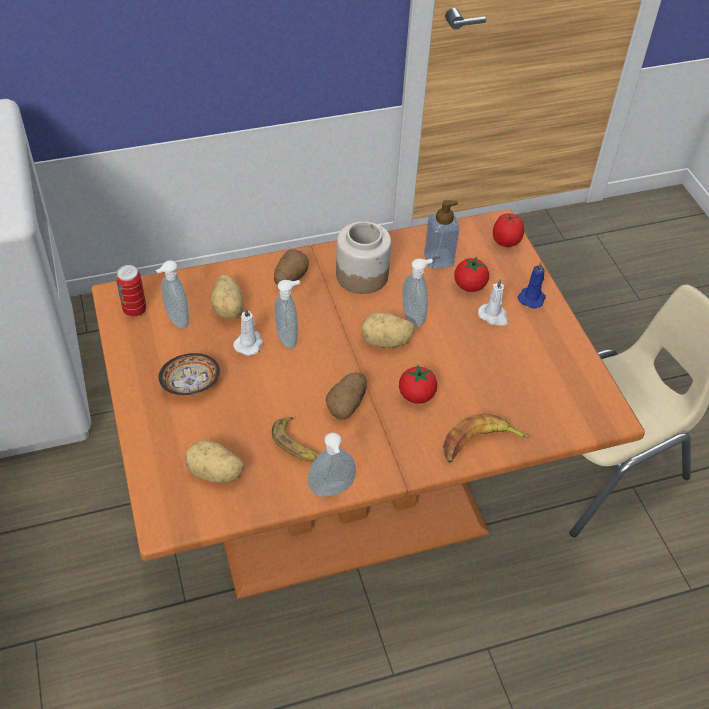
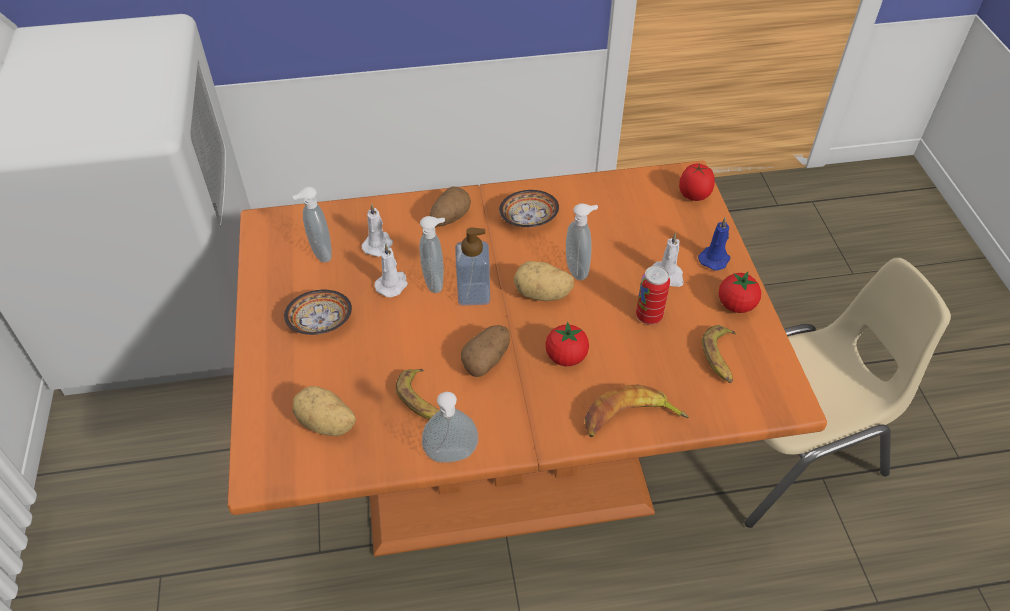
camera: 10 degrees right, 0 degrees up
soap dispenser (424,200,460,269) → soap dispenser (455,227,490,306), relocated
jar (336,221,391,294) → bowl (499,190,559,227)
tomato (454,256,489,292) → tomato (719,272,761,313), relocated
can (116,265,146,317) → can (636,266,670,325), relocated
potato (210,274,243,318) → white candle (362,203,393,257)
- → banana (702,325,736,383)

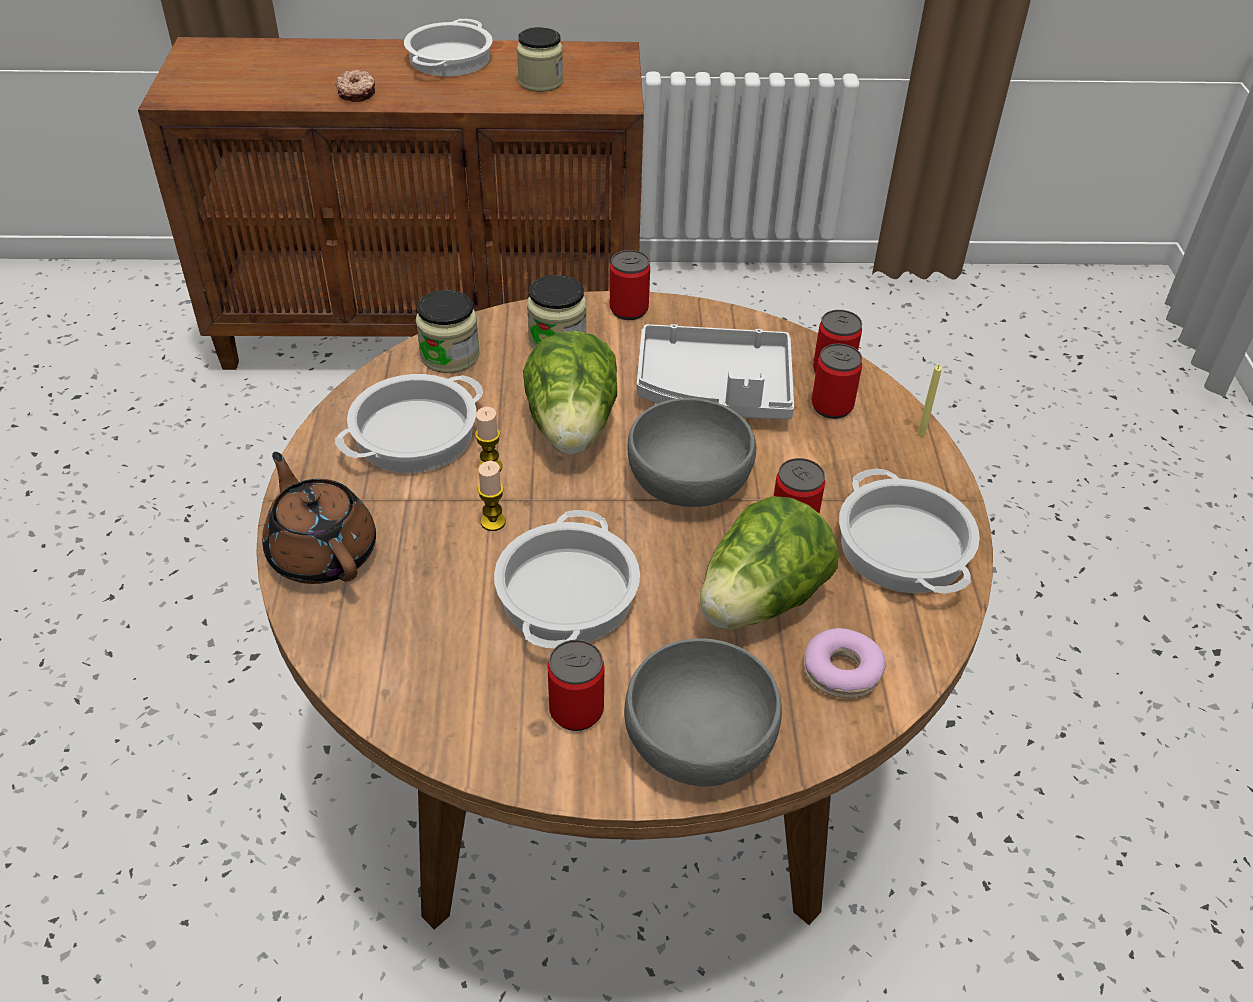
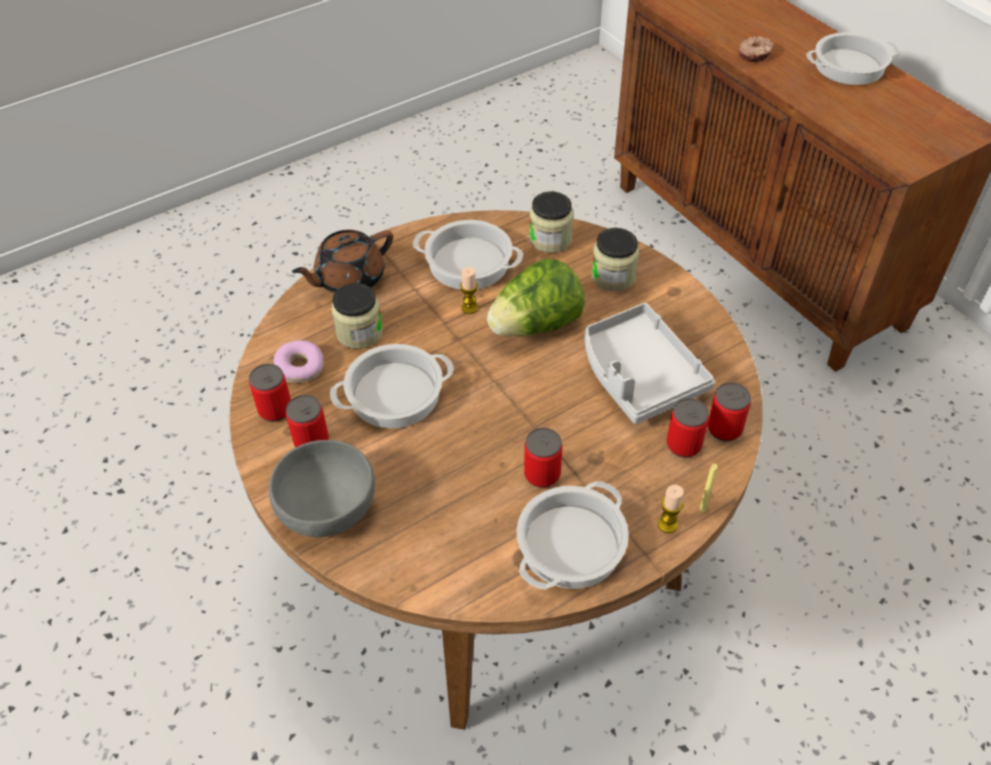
camera: 60 degrees right, 5 degrees up
jar (517,27,563,92) → jar (331,283,383,349), relocated
can (610,250,650,320) → can (249,364,291,422), relocated
grey bowl (628,398,757,507) → -
brown teapot (262,452,376,584) → brown teapot (292,230,393,293), 150 degrees counterclockwise
candle (477,461,506,531) → candle (658,485,684,533), relocated
lettuce (700,496,839,629) → -
donut (804,628,886,698) → donut (274,340,324,383), relocated

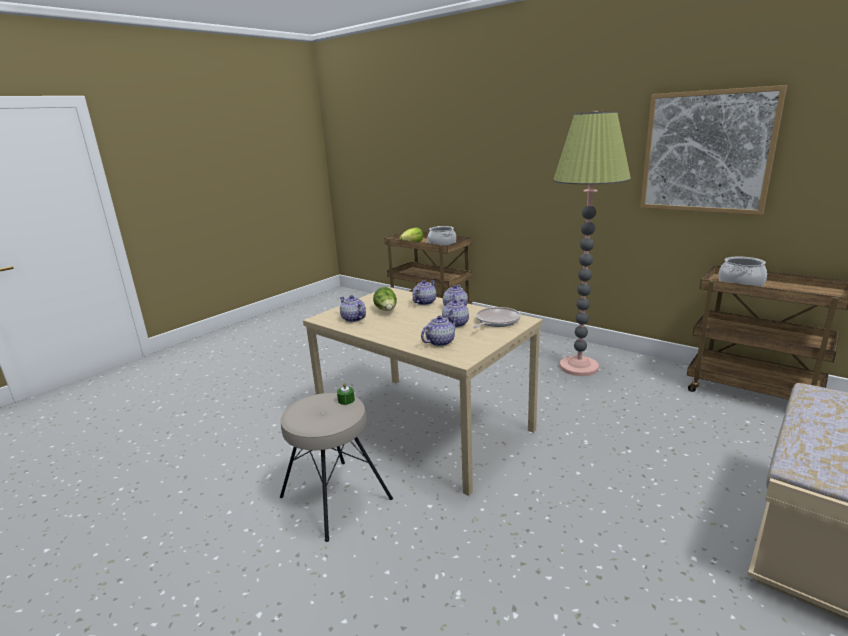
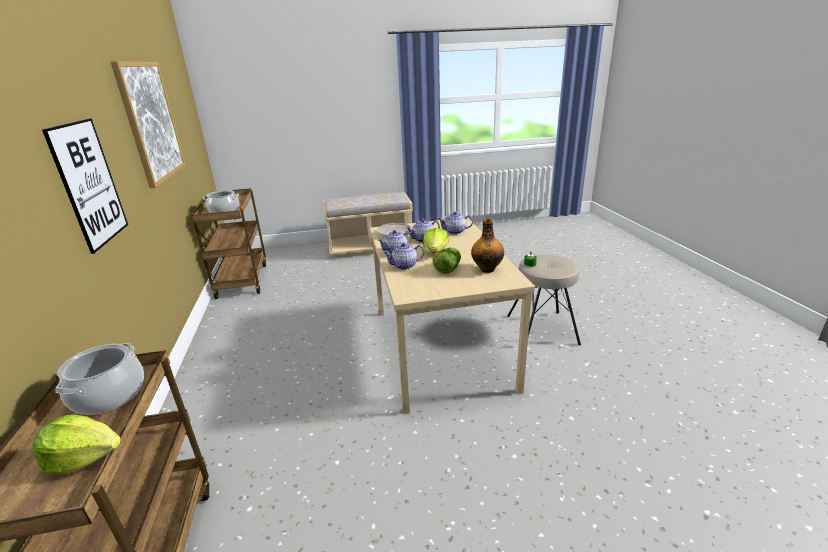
camera: 140 degrees left, 5 degrees up
floor lamp (553,111,631,376) → -
teapot (340,295,366,322) → bottle (471,219,504,273)
- → picture (42,118,128,254)
- → lettuce (422,228,449,253)

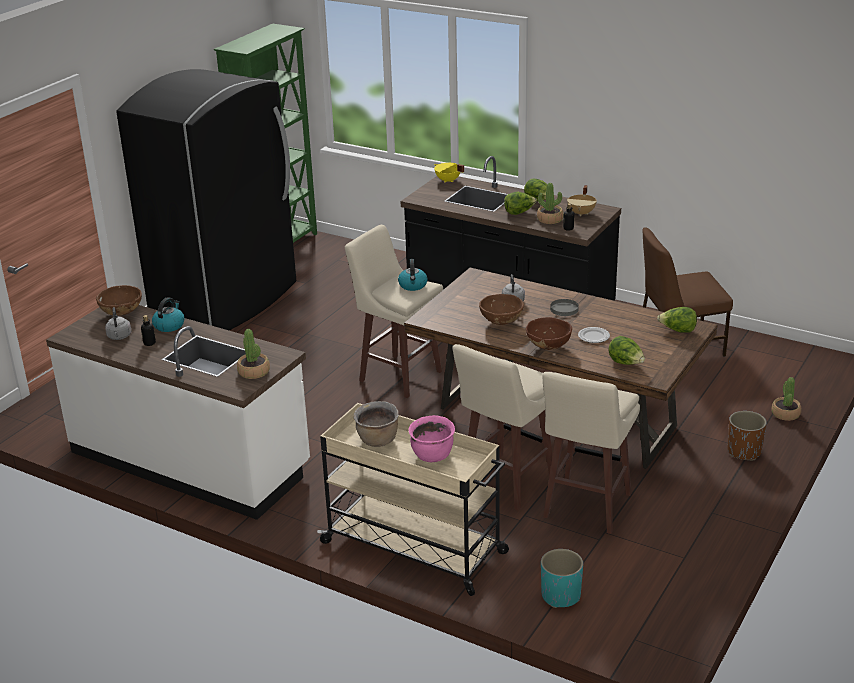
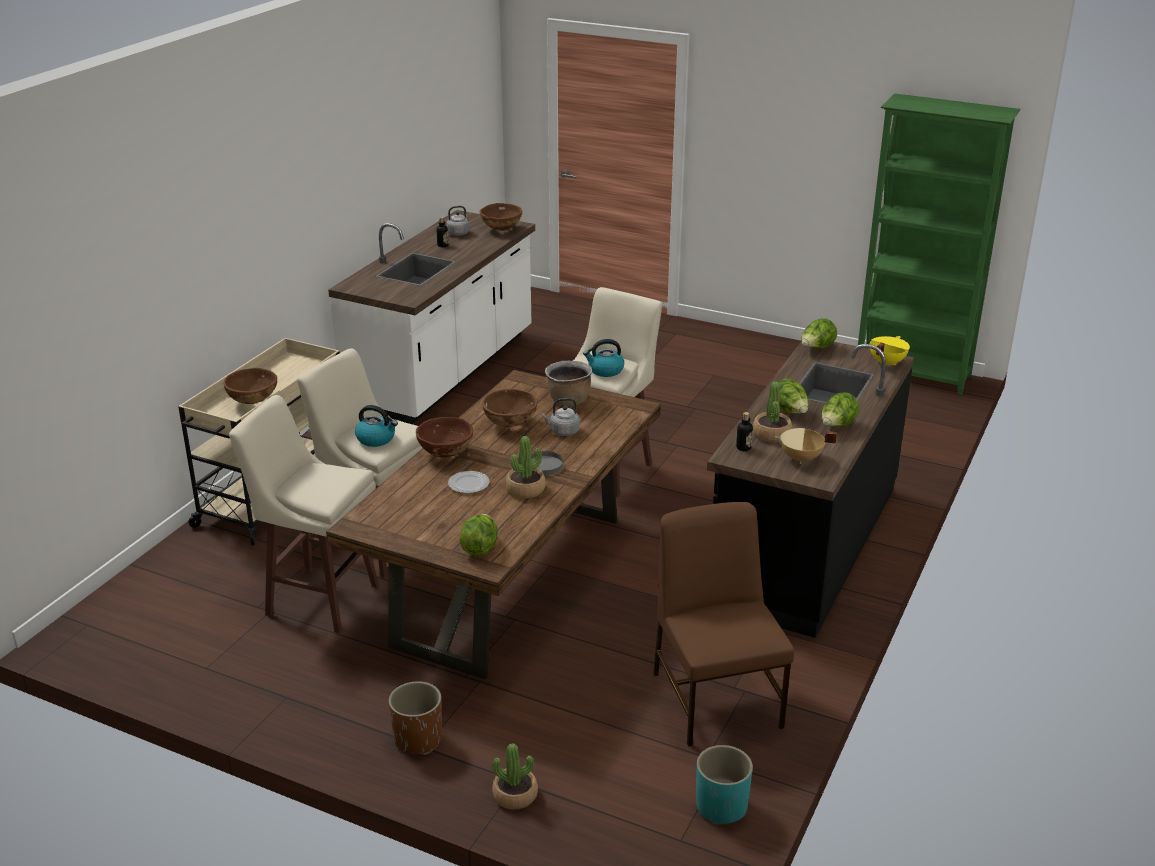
camera: 85 degrees right, 0 degrees up
black fridge (116,69,296,330) → -
kettle (152,297,184,332) → kettle (355,405,398,447), relocated
potted plant (237,329,270,379) → potted plant (505,436,546,498), relocated
lettuce (608,336,645,365) → lettuce (801,318,837,349), relocated
brown cooking pot (353,401,399,447) → brown cooking pot (545,361,592,406), relocated
pink cooking pot (408,415,455,462) → brown bowl (224,368,277,404)
turquoise planter (541,549,583,608) → turquoise planter (696,745,753,824), relocated

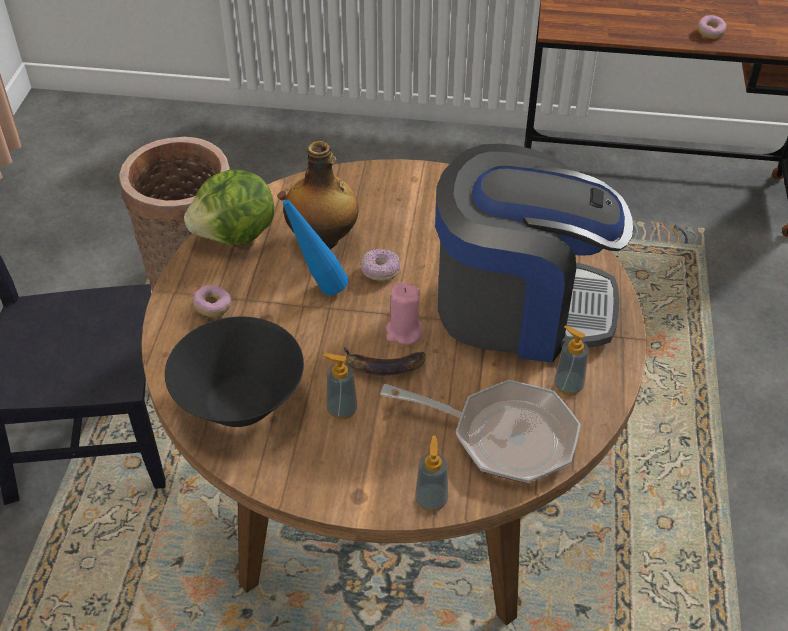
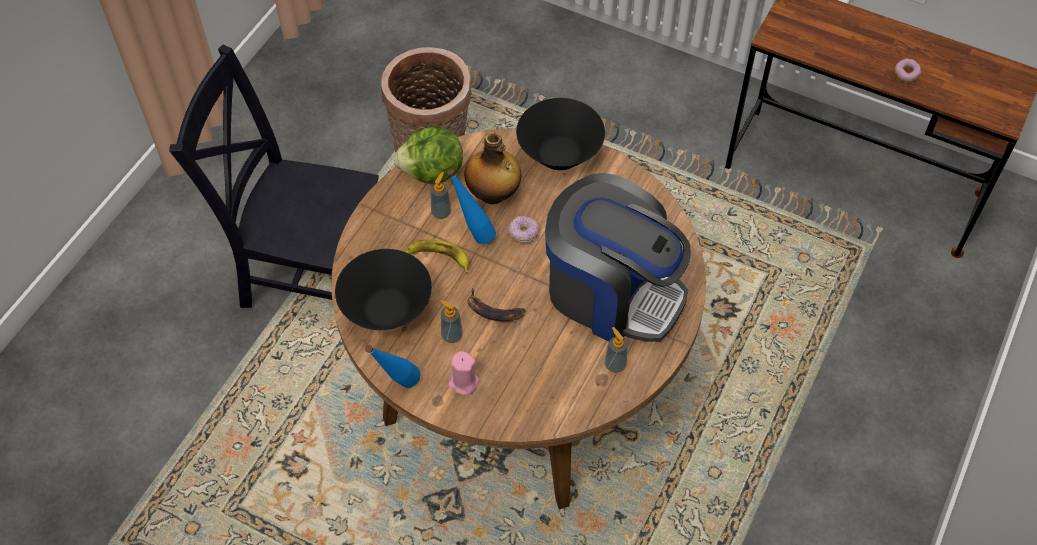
camera: 20 degrees right, 10 degrees up
pink candle (386,283,423,345) → pink candle (448,351,479,395), relocated
donut (193,285,231,317) → -
frying pan (380,380,581,483) → -
soap dispenser (415,435,448,512) → soap dispenser (431,172,451,219), relocated
- → black bowl (516,98,605,170)
- → banana (405,239,469,274)
- → blue bottle (365,345,420,388)

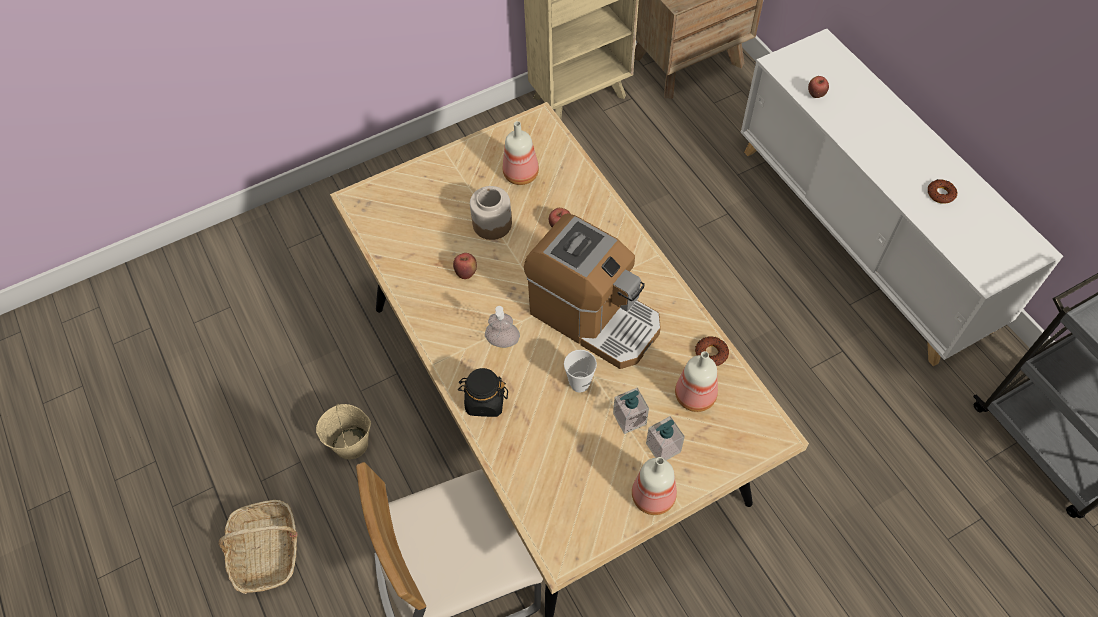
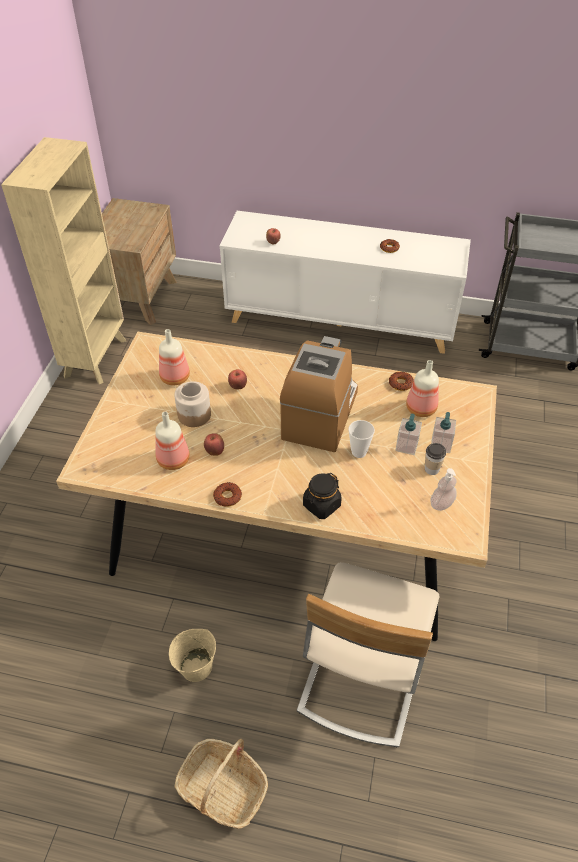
camera: 50 degrees left, 10 degrees down
coffee machine (524,213,661,369) → coffee machine (280,336,358,452), 60 degrees counterclockwise
soap dispenser (485,306,520,348) → soap dispenser (431,468,456,511), relocated
bottle (632,457,677,515) → bottle (155,411,190,470), relocated
- → cup (425,443,446,475)
- → donut (213,482,242,506)

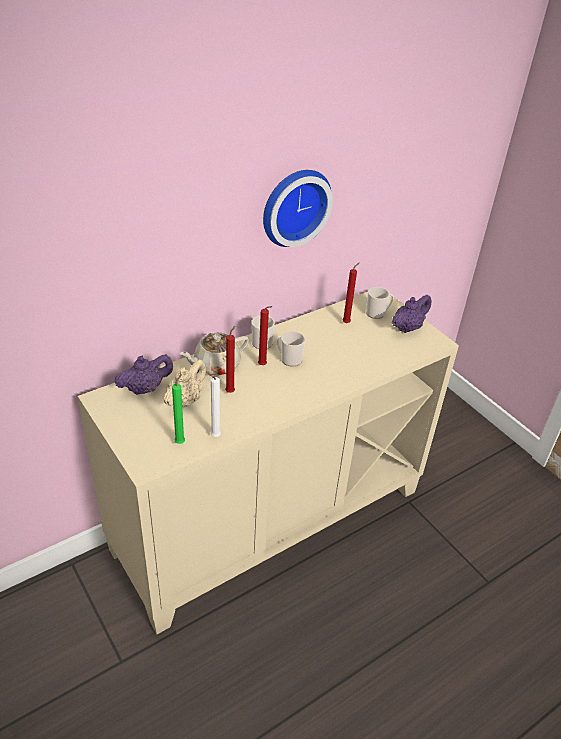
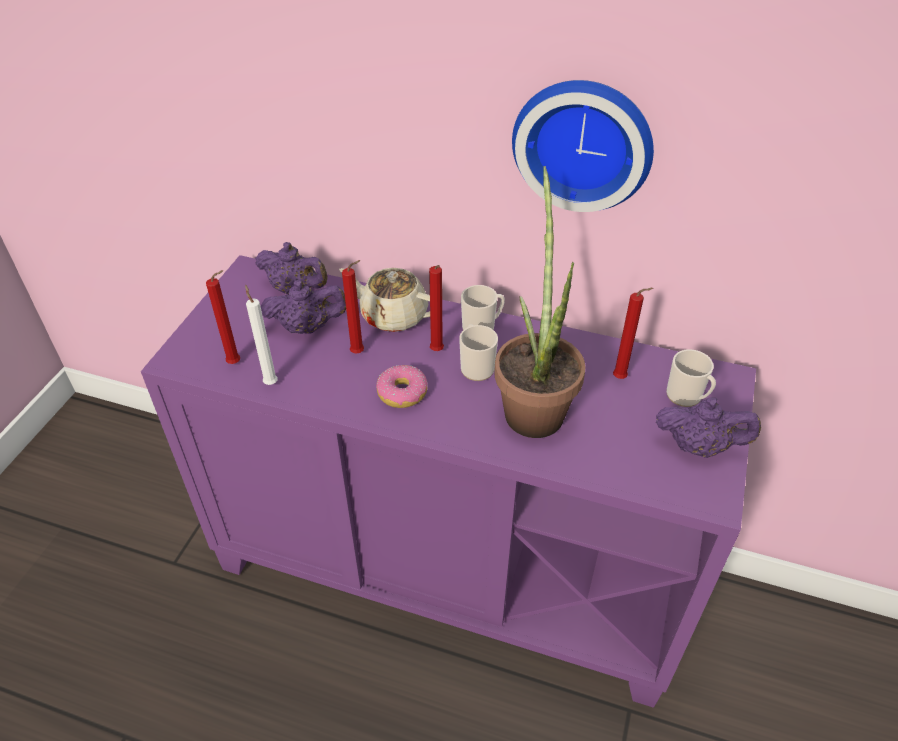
camera: 55 degrees right, 5 degrees up
beige cabinet (78,292,459,634) → purple cabinet (141,255,756,708)
beige teapot (164,359,207,408) → purple teapot (260,280,346,334)
green candle (172,374,185,444) → red candle (206,270,240,364)
- → potted plant (494,166,586,438)
- → donut (376,365,427,408)

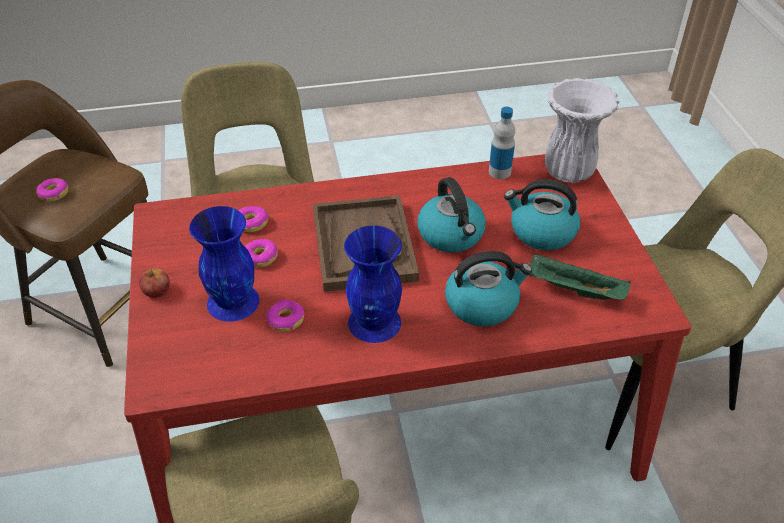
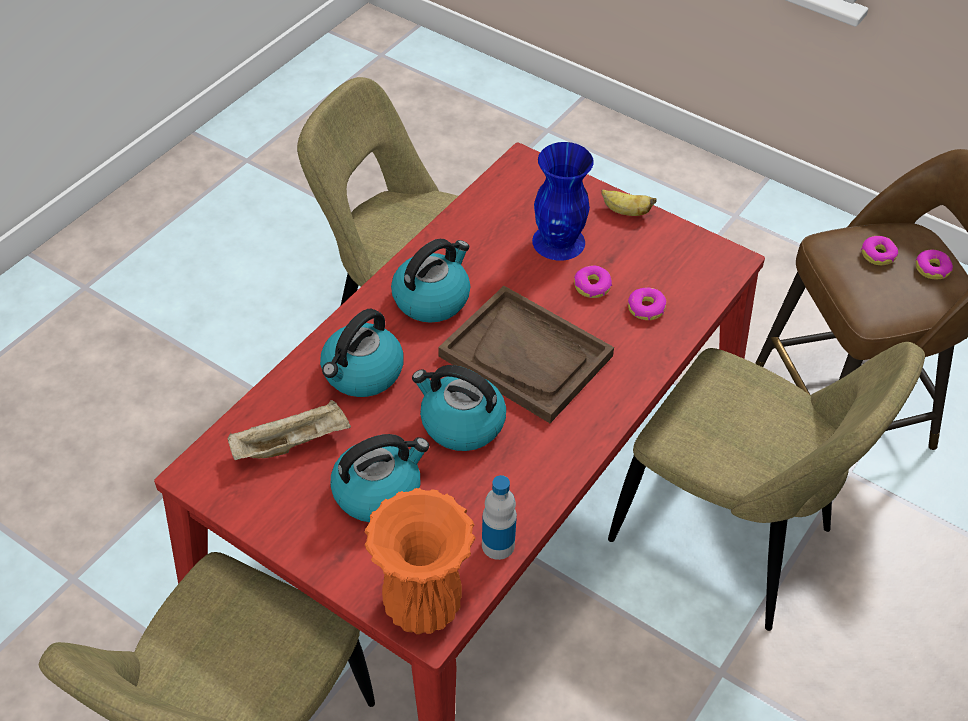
camera: 135 degrees right, 5 degrees up
white vase (545,78,620,183) → orange vase (364,488,476,635)
blue vase (344,226,402,343) → kettle (391,239,470,323)
green tray (529,254,631,300) → beige tray (228,400,351,460)
apple (139,268,170,298) → banana (601,189,656,216)
donut (266,300,304,332) → donut (915,250,953,279), relocated

